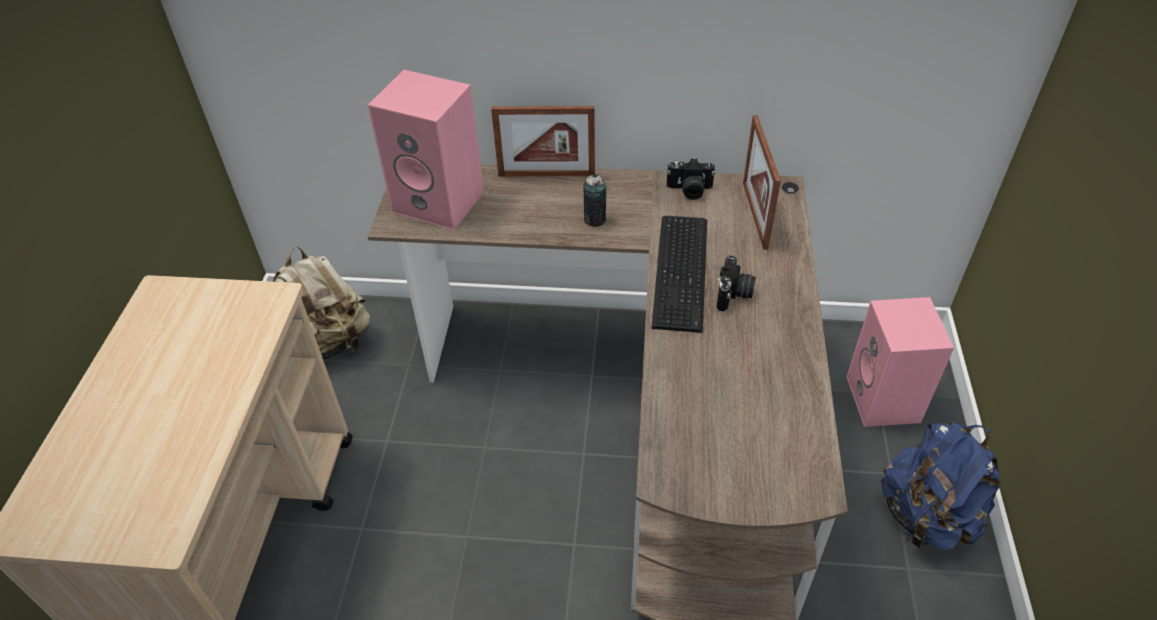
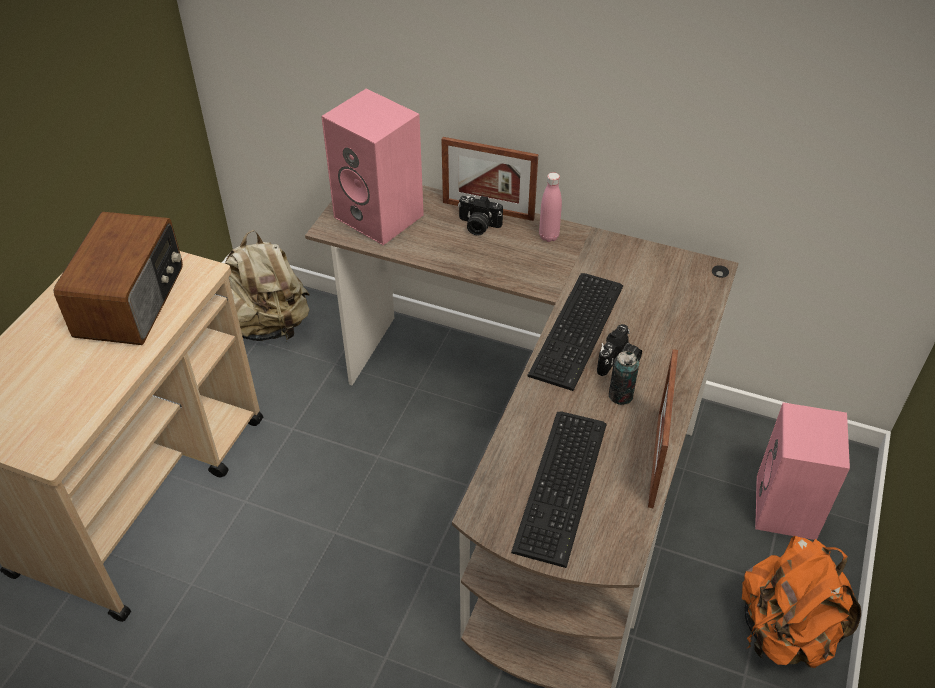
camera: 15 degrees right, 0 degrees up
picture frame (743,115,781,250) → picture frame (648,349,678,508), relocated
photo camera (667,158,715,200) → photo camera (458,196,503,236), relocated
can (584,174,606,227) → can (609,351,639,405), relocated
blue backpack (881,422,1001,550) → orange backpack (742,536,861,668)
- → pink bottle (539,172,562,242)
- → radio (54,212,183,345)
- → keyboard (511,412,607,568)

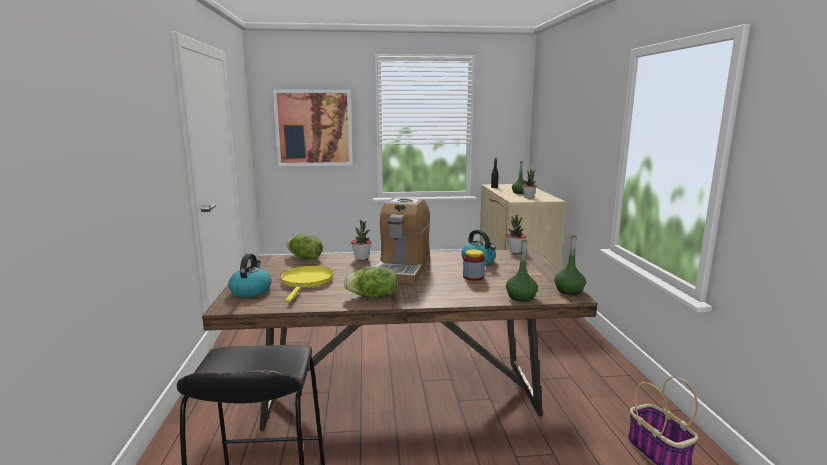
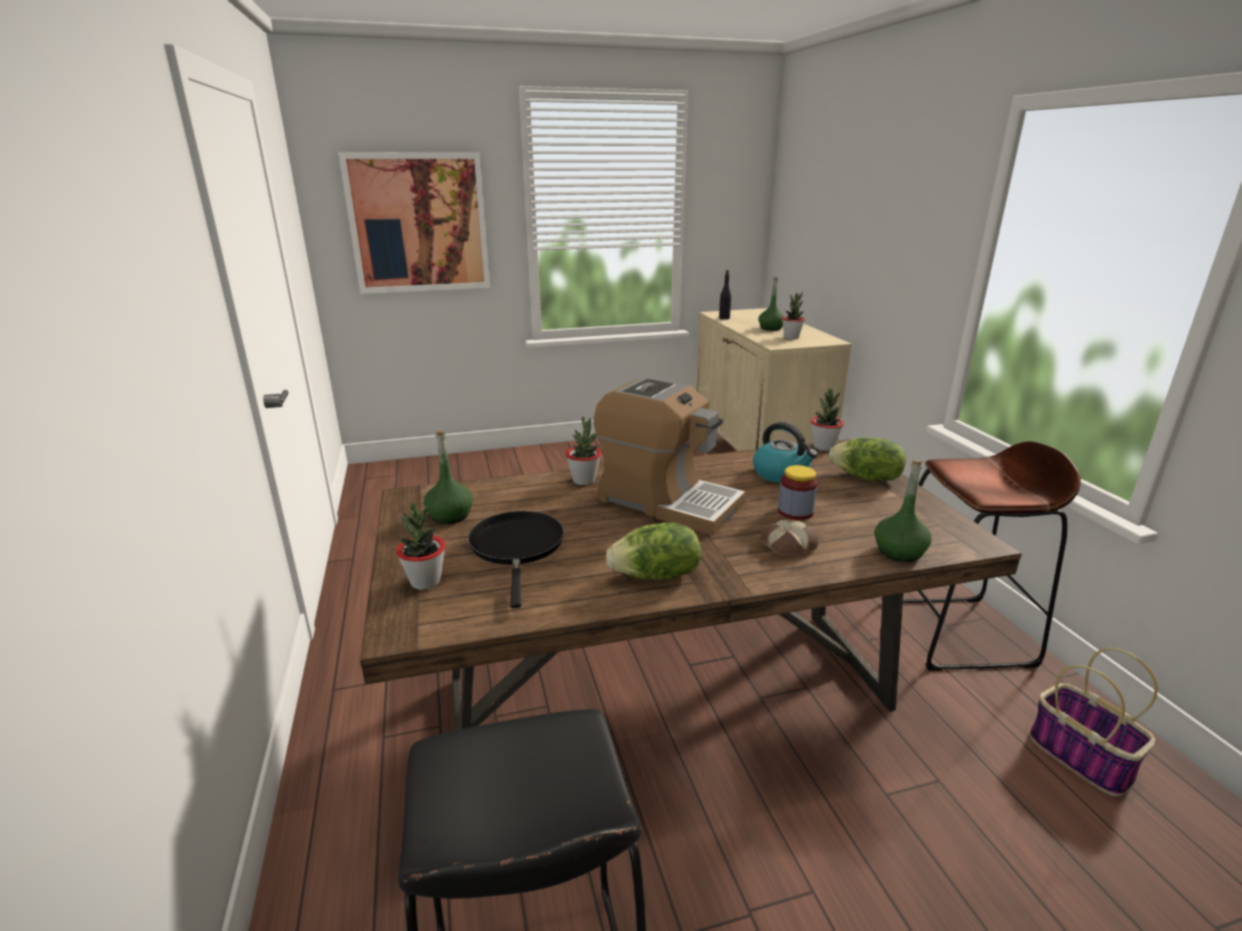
camera: 10 degrees left, 10 degrees up
coffee machine (375,198,430,284) → coffee machine (593,377,746,535), 60 degrees counterclockwise
lettuce (286,234,323,259) → lettuce (829,437,906,481), relocated
green bottle (554,235,586,295) → green bottle (423,430,473,524), relocated
kettle (228,253,271,297) → potted plant (396,503,445,590)
yellow frying pan (280,266,334,302) → black frying pan (468,511,564,608)
- → brown stool (881,441,1081,671)
- → bread (761,520,819,557)

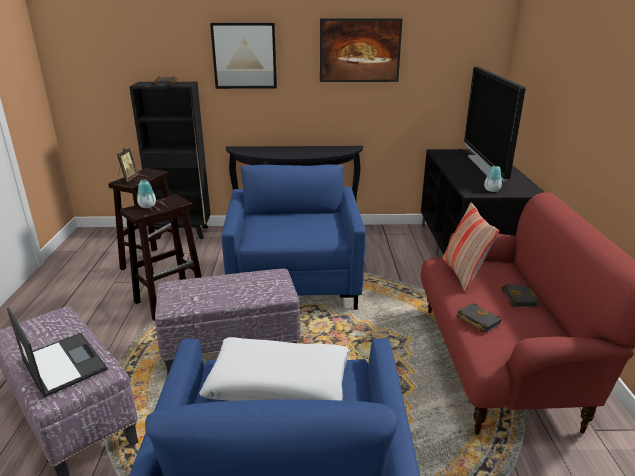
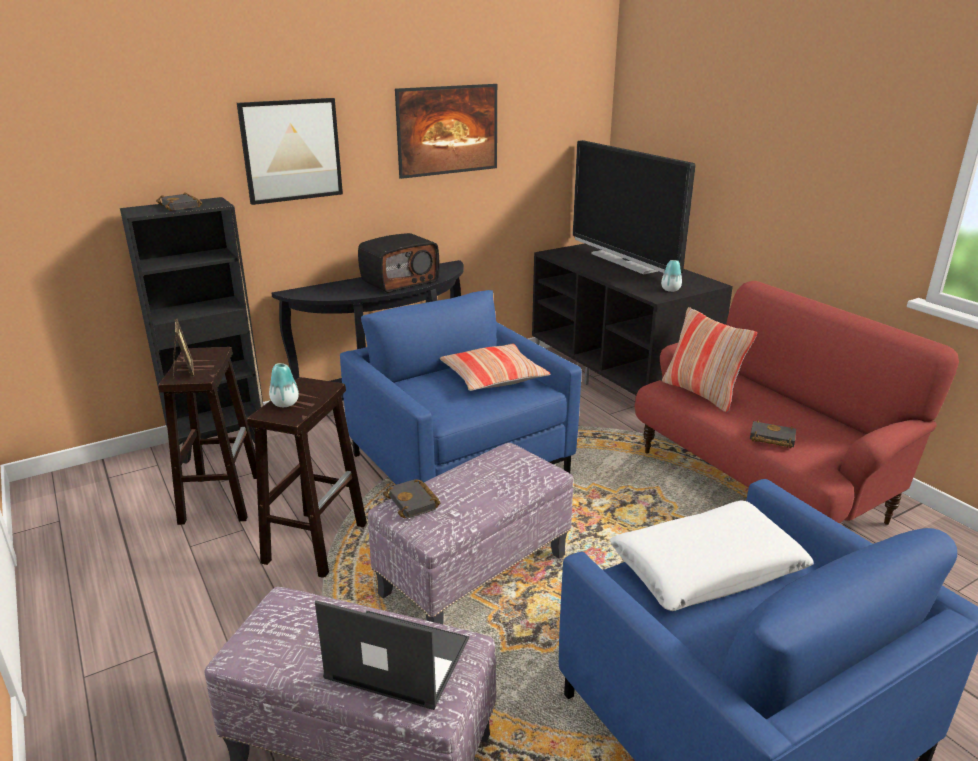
camera: 30 degrees left, 0 degrees up
black book (500,284,541,307) → black book (383,479,441,519), relocated
- → radio (358,233,439,293)
- → pillow (440,344,551,391)

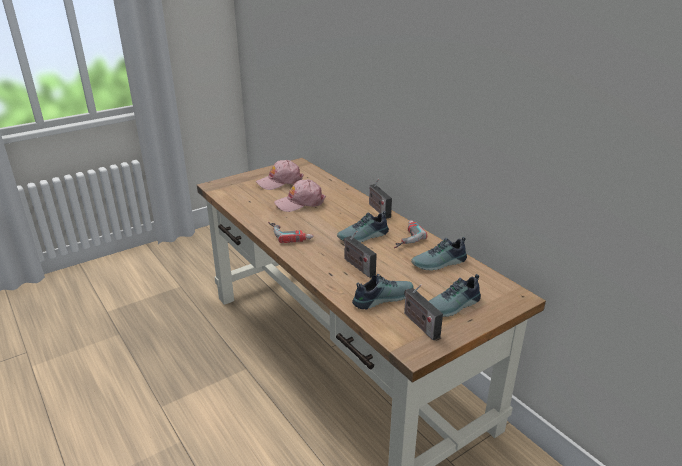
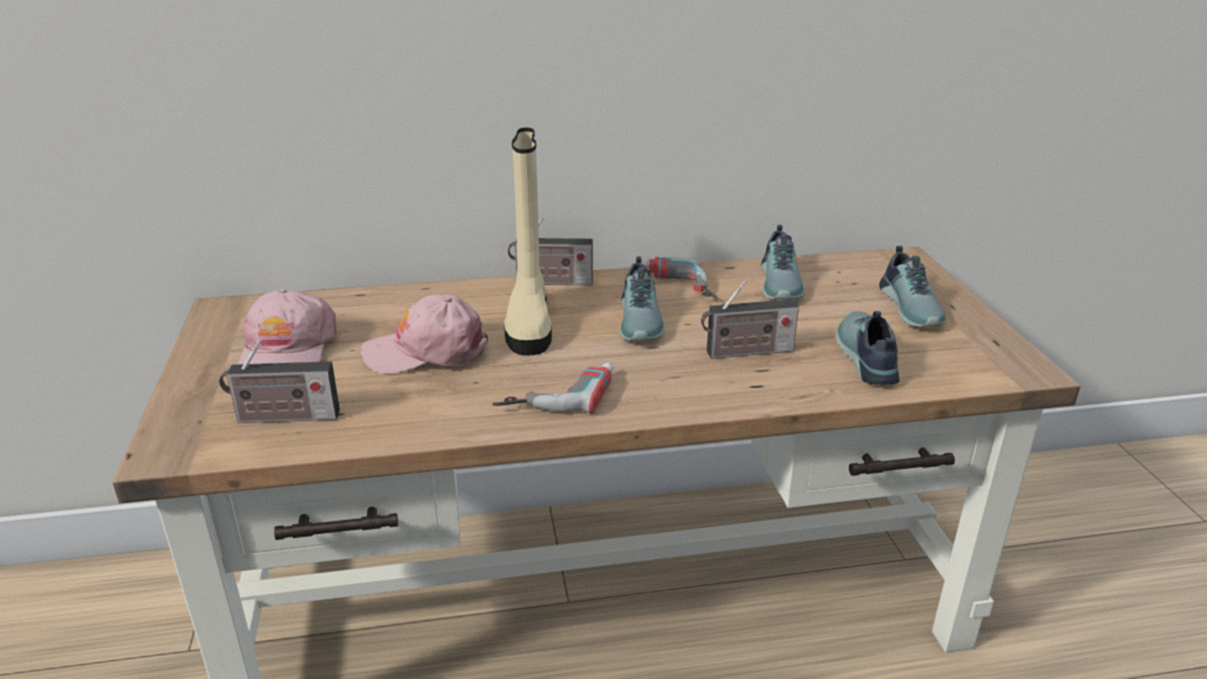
camera: 65 degrees left, 0 degrees up
pink cap (274,179,326,212) → pink cap (360,295,488,374), 75 degrees clockwise
radio (404,284,443,340) → radio (219,339,340,423), relocated
- → beige boot (504,128,552,356)

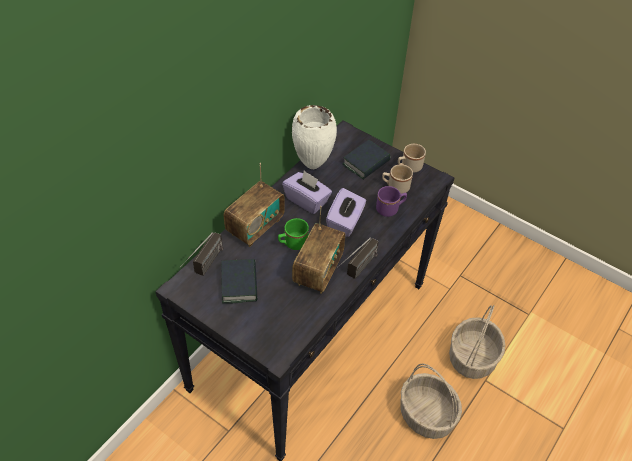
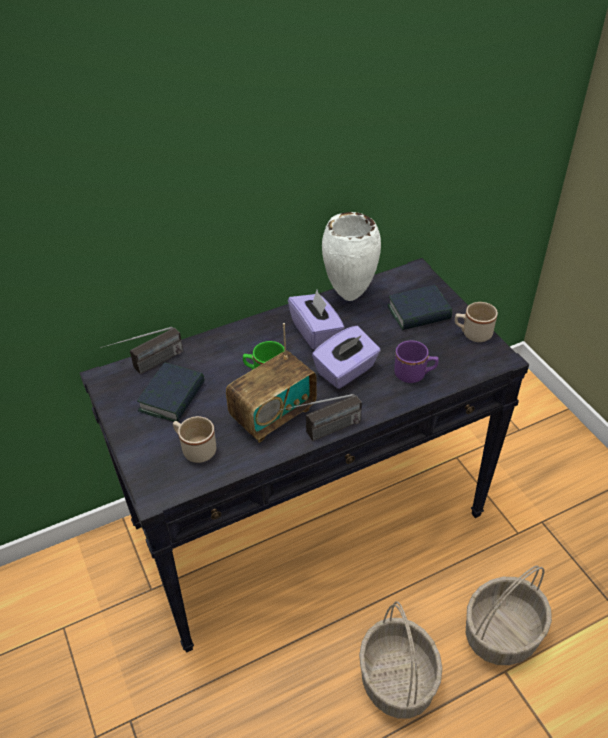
camera: 30 degrees right, 5 degrees down
radio (224,163,285,247) → -
beige mug (382,164,413,194) → beige mug (173,416,216,463), relocated

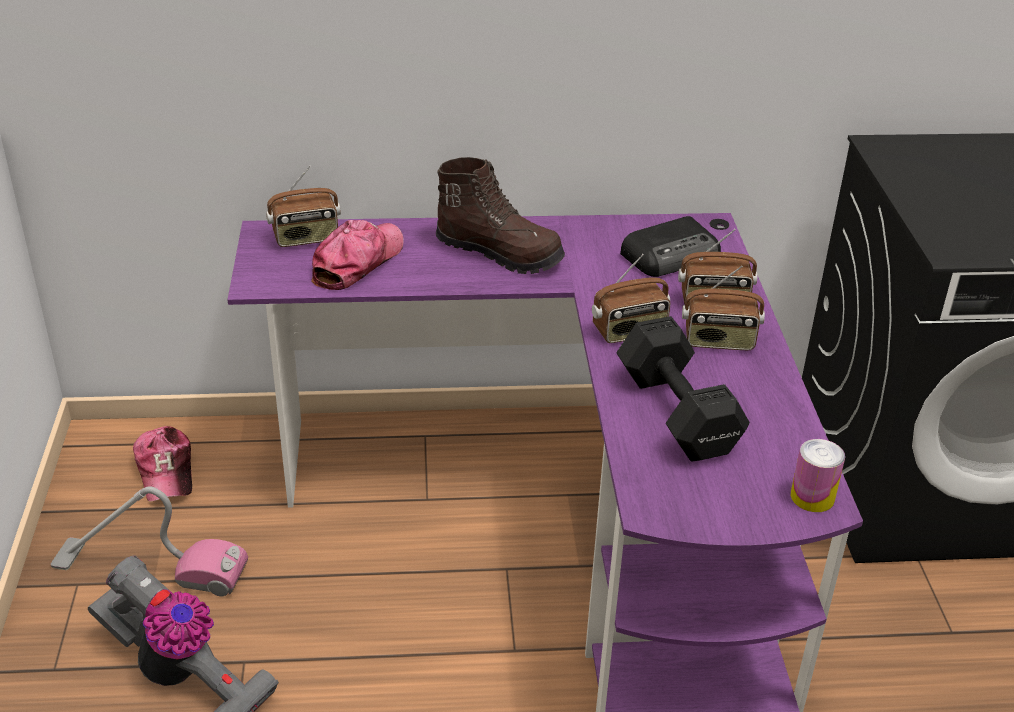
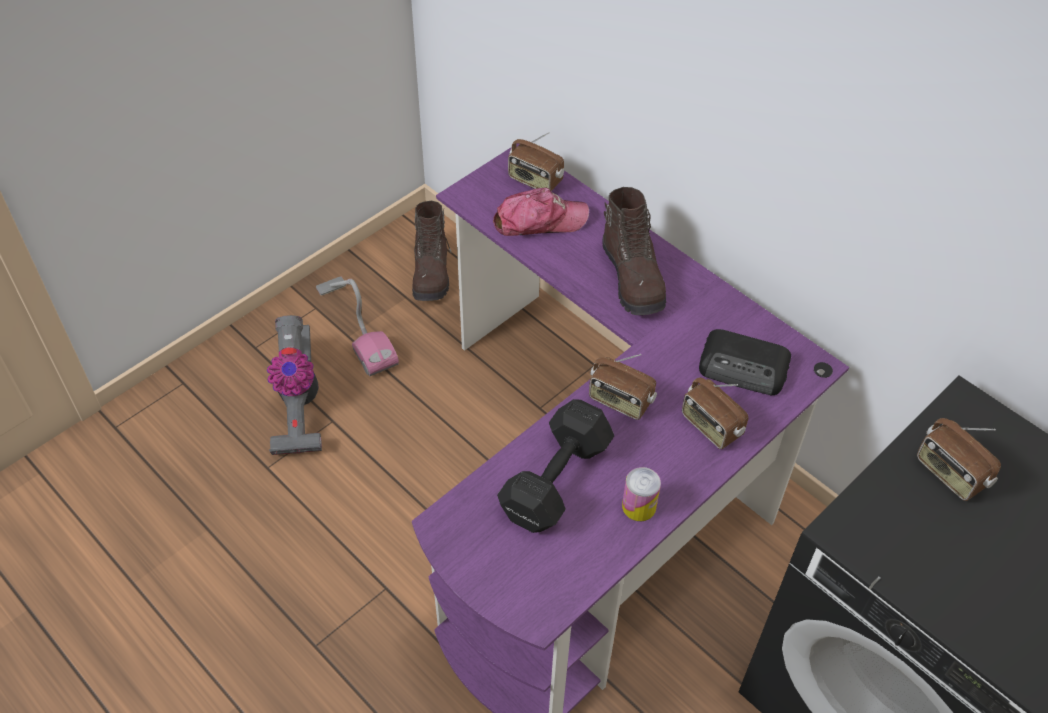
camera: 50 degrees right, 15 degrees up
radio (682,266,765,350) → radio (917,418,1001,501), relocated
cap (133,426,192,501) → brown boot (412,201,451,301)
can (791,439,845,512) → can (622,467,661,521), relocated

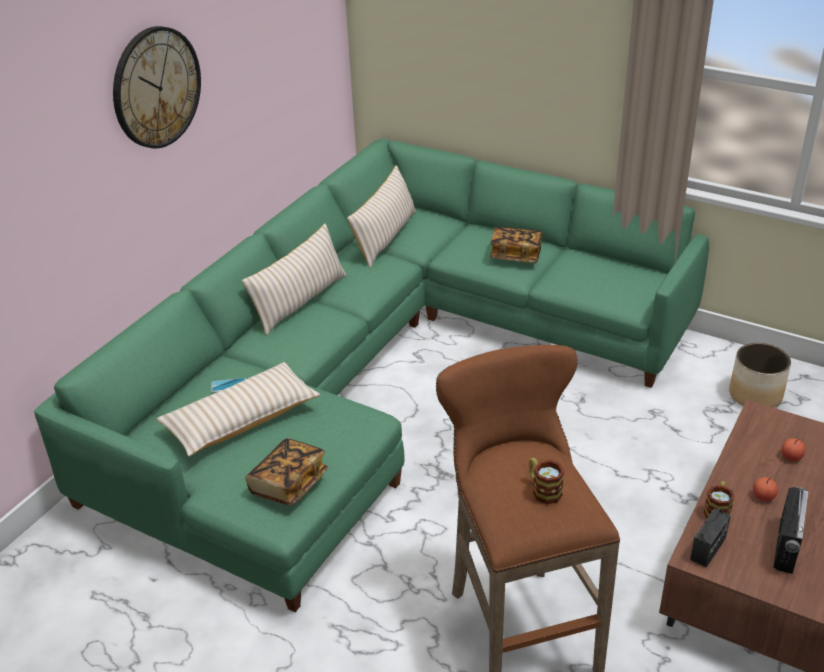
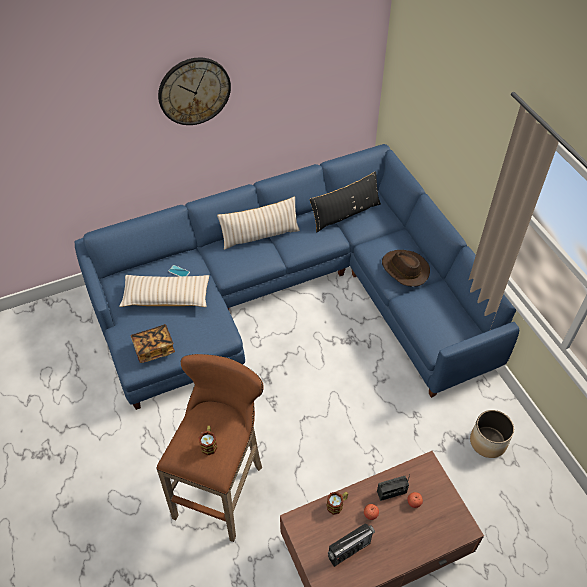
camera: 35 degrees right, 15 degrees up
green sofa (34,138,709,612) → blue sofa (75,144,519,410)
beige pillow (347,165,416,268) → black pillow (310,171,381,233)
book (490,227,543,263) → brown hat (382,250,430,287)
radio (690,489,733,567) → radio (377,475,410,501), relocated

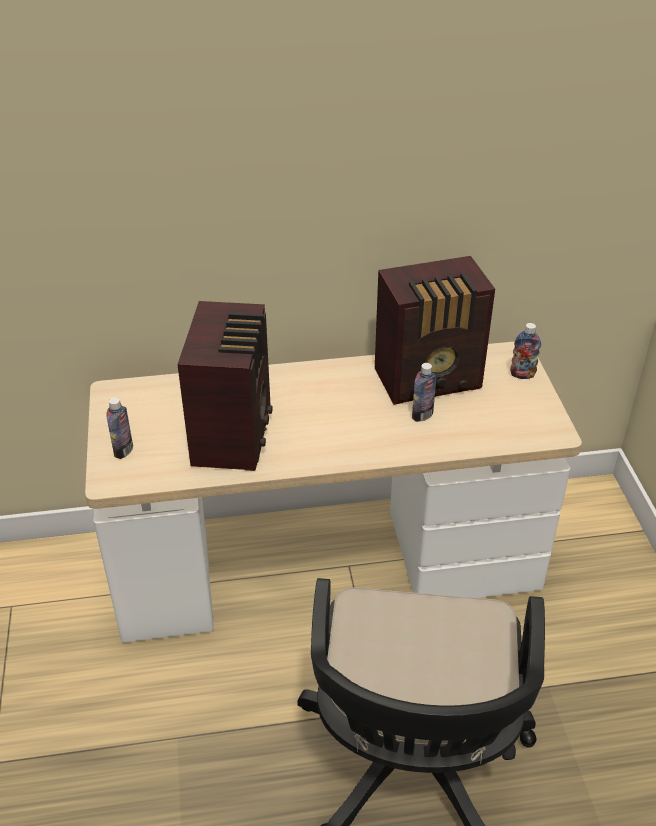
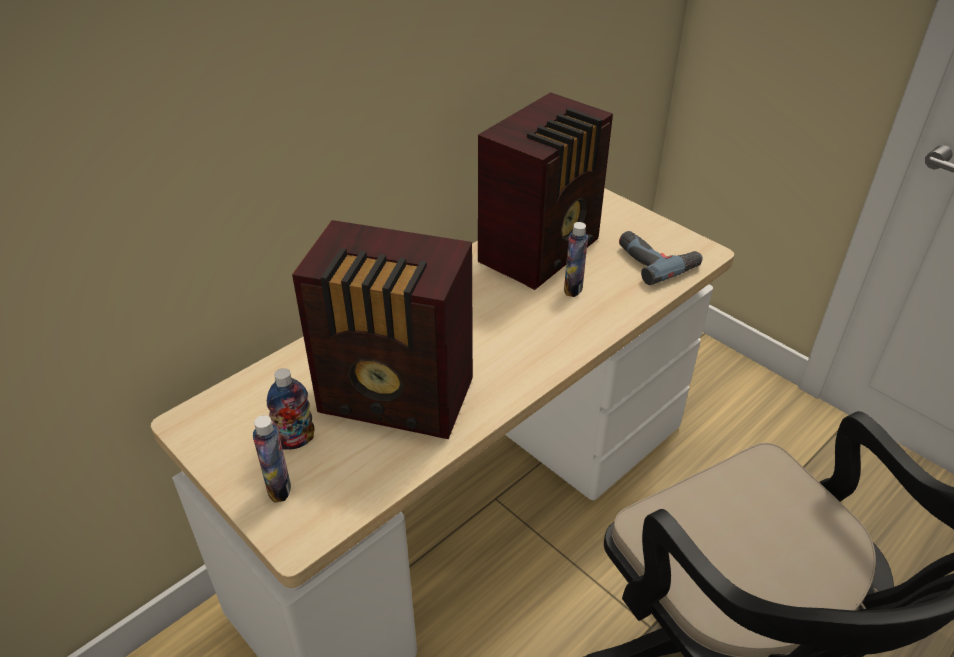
camera: 35 degrees left, 0 degrees up
radio (178,301,273,471) → radio (292,220,473,439), 135 degrees clockwise
bottle (510,323,541,379) → bottle (267,368,314,450), relocated
- → power drill (619,231,703,285)

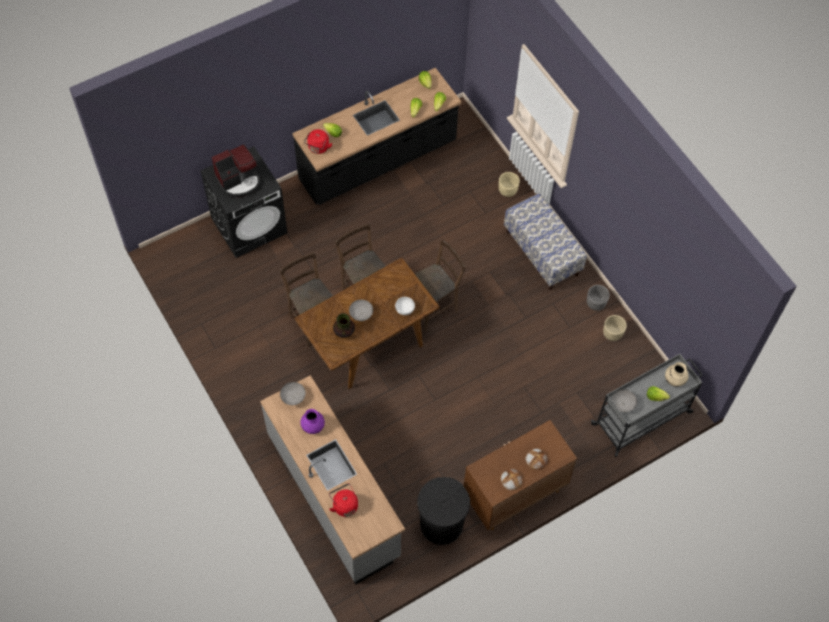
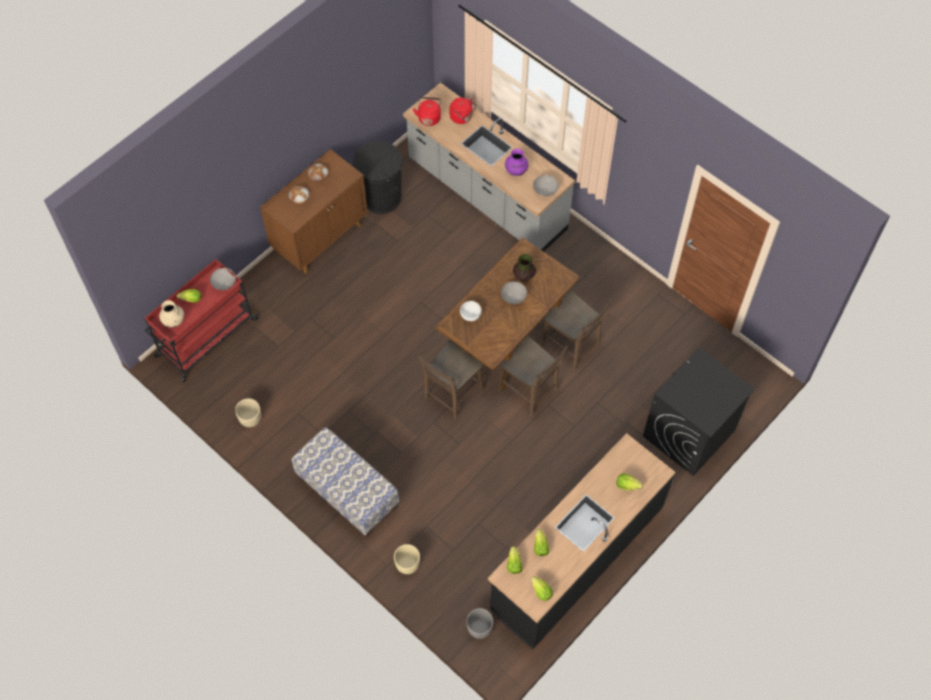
camera: 165 degrees right, 0 degrees up
red kettle (304,129,333,154) → red kettle (413,97,441,126), relocated
coffee machine (212,144,260,197) → -
grey planter (587,285,610,311) → grey planter (467,608,493,639), relocated
grey cart (591,354,703,457) → red cart (144,259,258,382)

